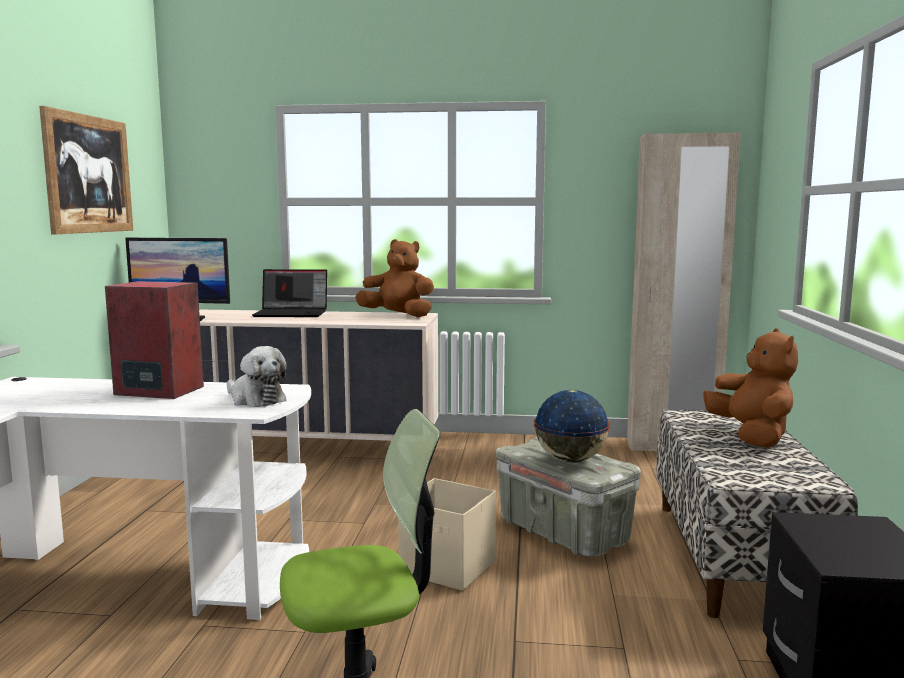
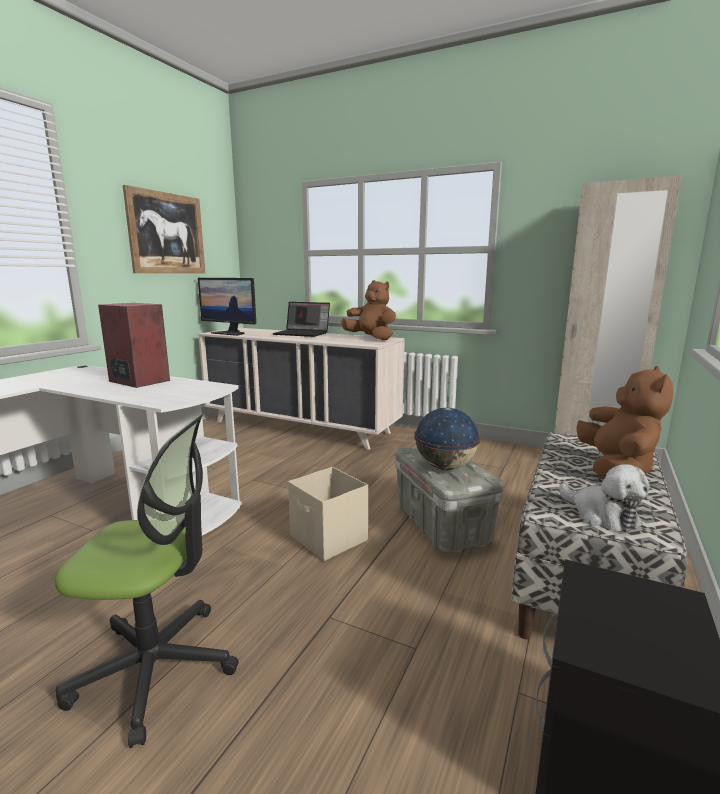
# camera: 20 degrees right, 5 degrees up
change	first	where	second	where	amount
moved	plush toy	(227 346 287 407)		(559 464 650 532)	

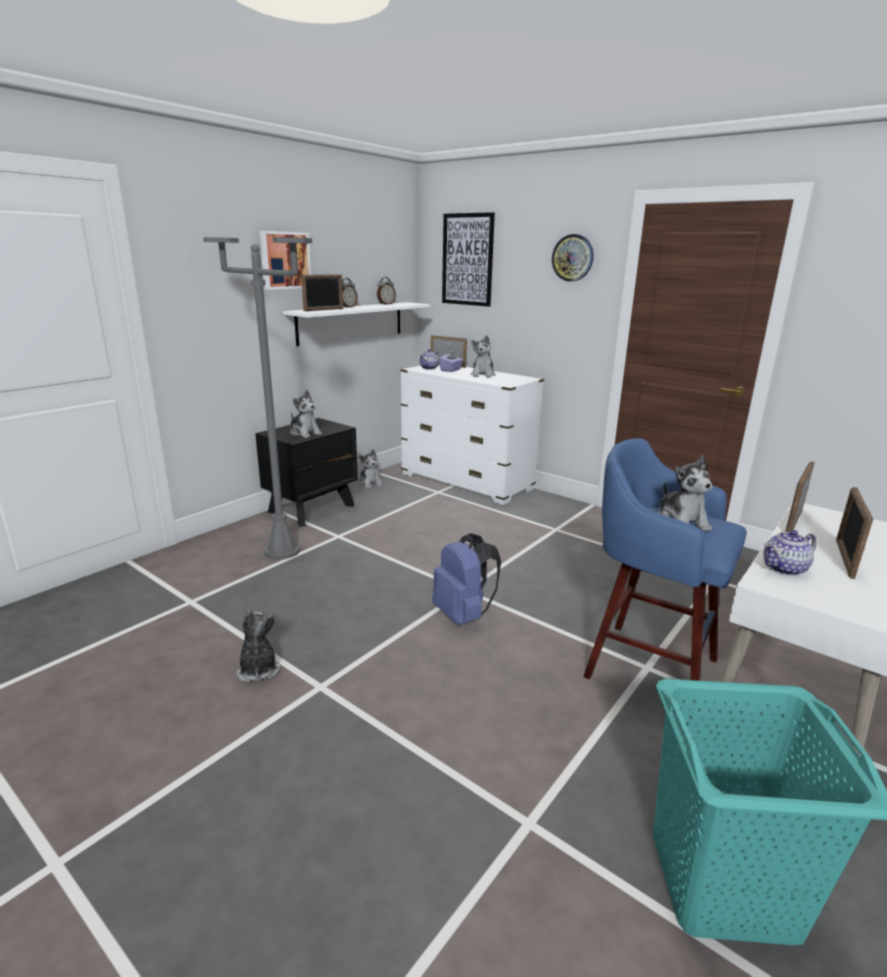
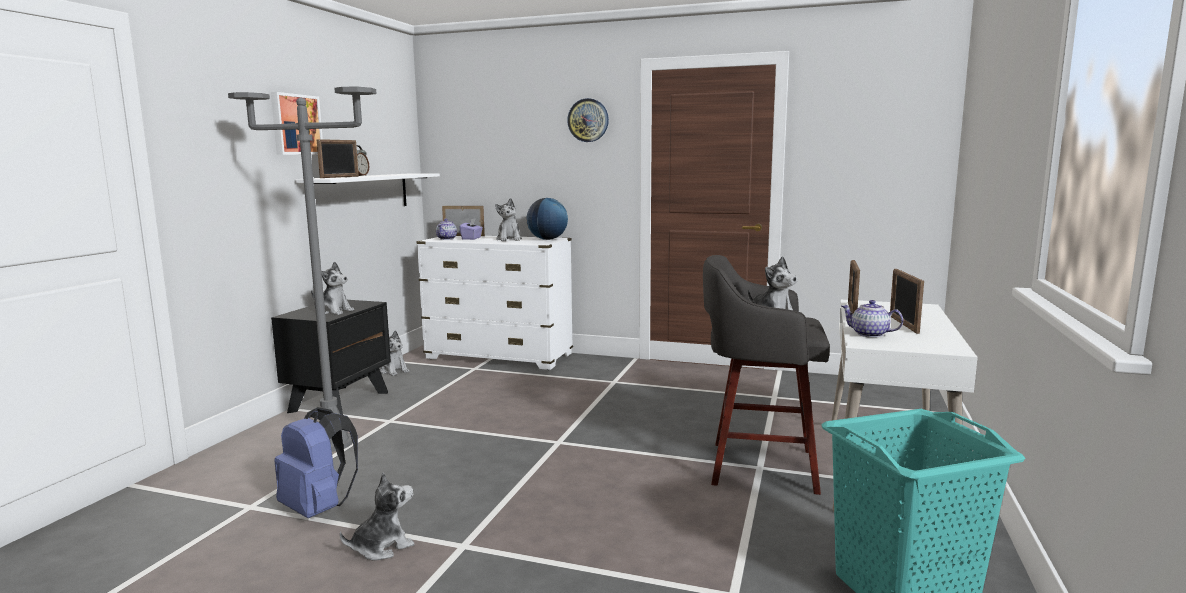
# camera: 20 degrees left, 10 degrees down
change	first	where	second	where	amount
removed	bedside clock	(377 277 396 305)			
removed	wall art	(442 212 495 307)			
added			globe	(526 198 568 240)	
moved	bluish rucksack	(432 533 501 625)		(274 407 358 518)	
recoloured	bluish sitting stool	(583 438 747 717)	greyish sitting stool	(703 255 830 495)	
turned	plush toy	(237 609 281 682)		(340 473 414 561)	90 degrees clockwise
turned	teapot	(764 530 817 576)		(841 300 903 338)	75 degrees clockwise

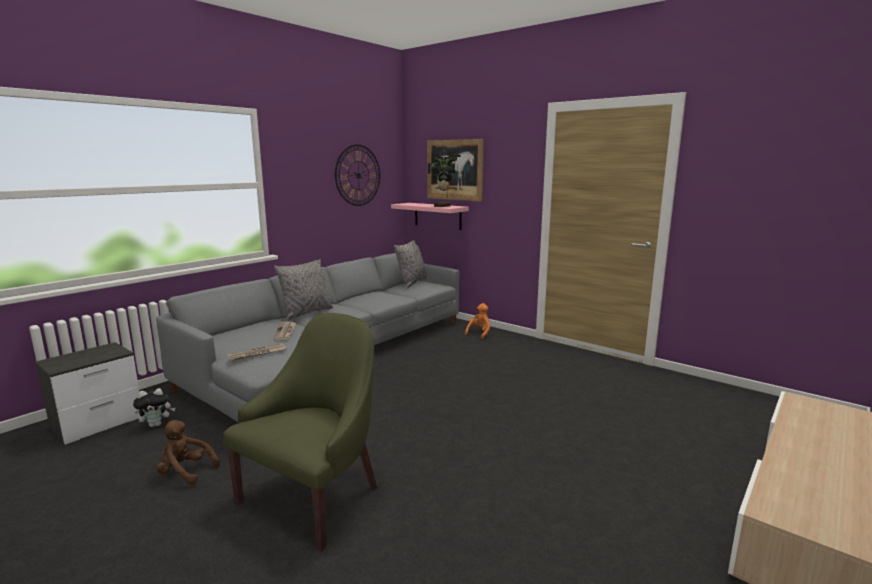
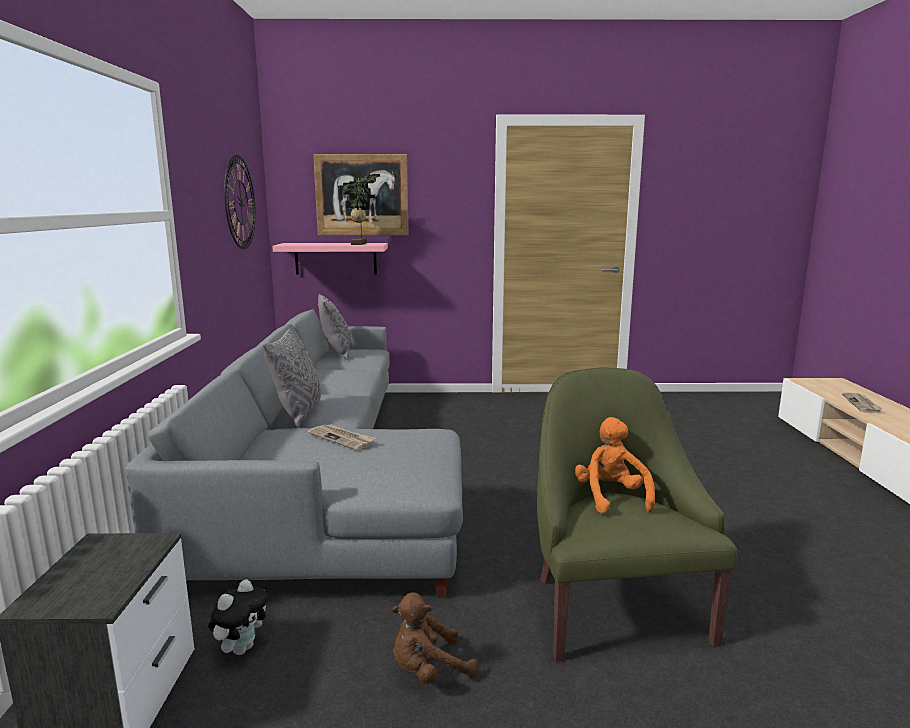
# camera: 40 degrees left, 0 degrees up
change	first	where	second	where	amount
moved	printed paper	(228 343 287 361)		(842 392 883 413)	
moved	orange-coloured plush toy	(465 303 490 339)		(575 417 655 514)	

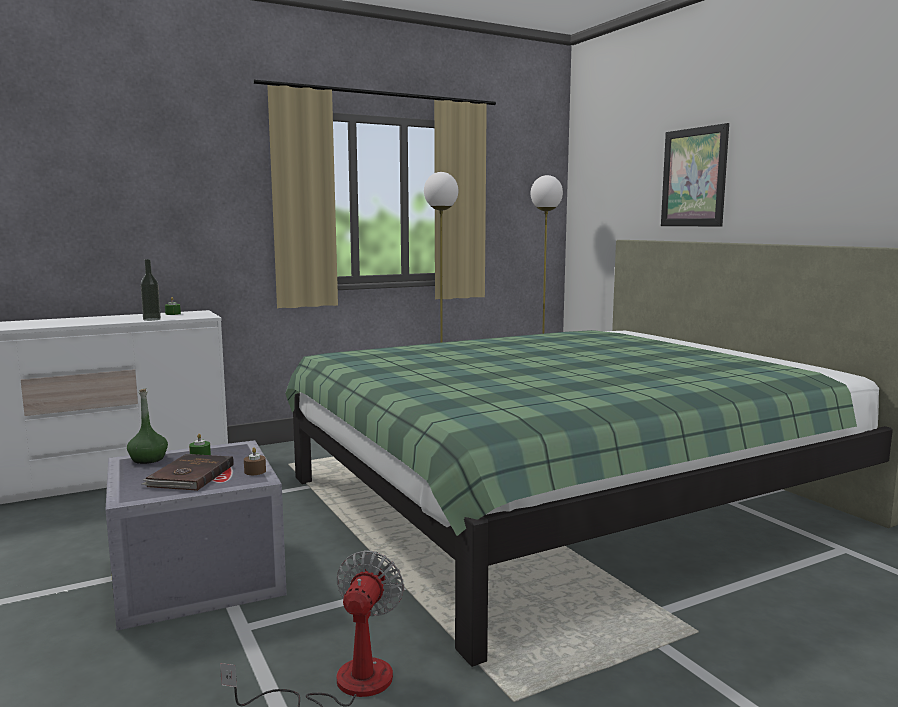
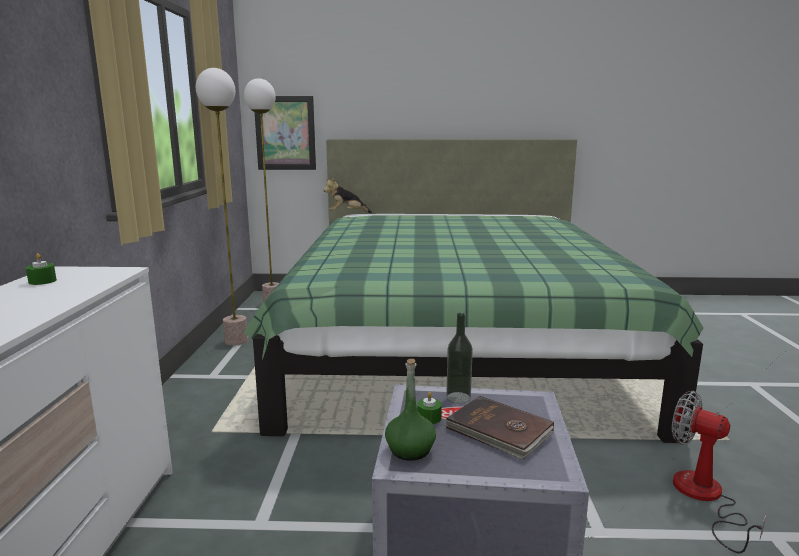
# camera: 60 degrees left, 5 degrees up
change	first	where	second	where	amount
removed	brown wax light	(244 447 266 475)			
added			plush toy	(324 178 372 213)	
moved	beverage bottle	(140 259 161 321)		(446 313 473 403)	
moved	wall art	(661 123 729 227)		(255 96 316 170)	

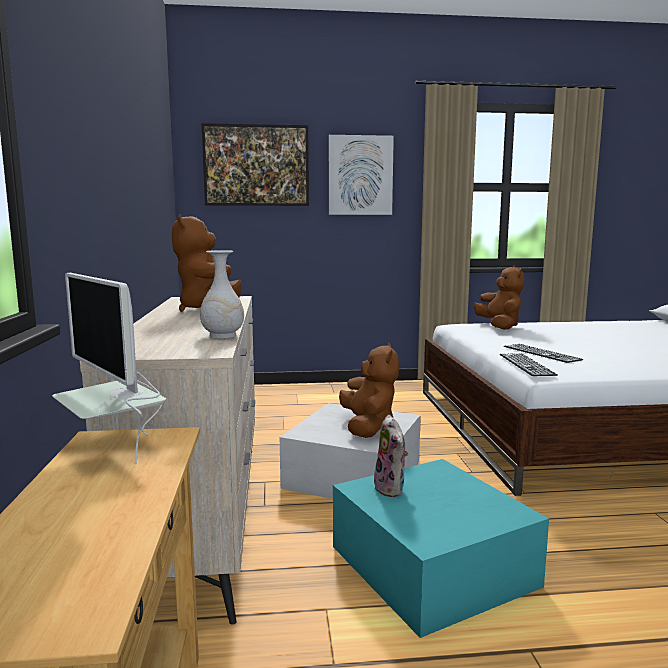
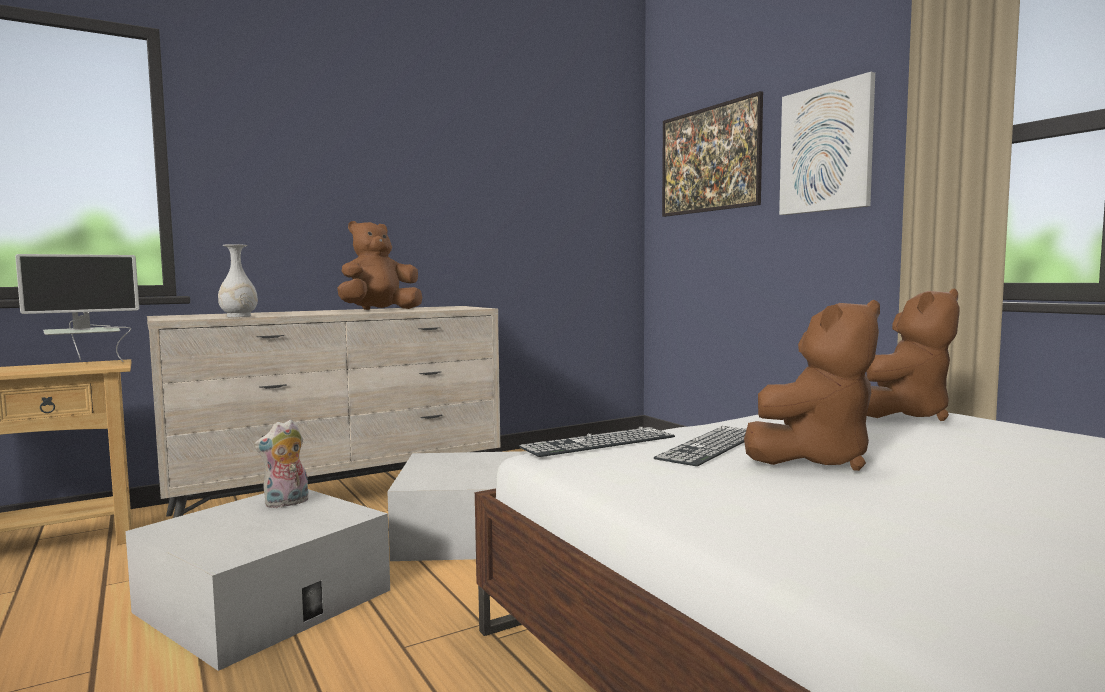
# camera: 65 degrees right, 5 degrees down
change	first	where	second	where	amount
moved	brown plush toy	(339 343 399 438)		(744 300 880 471)	
recoloured	blue-green storage bin	(333 459 549 638)	white-coloured storage bin	(125 489 390 671)	
turned	computer screen	(52 273 166 465)		(15 254 139 362)	150 degrees counterclockwise

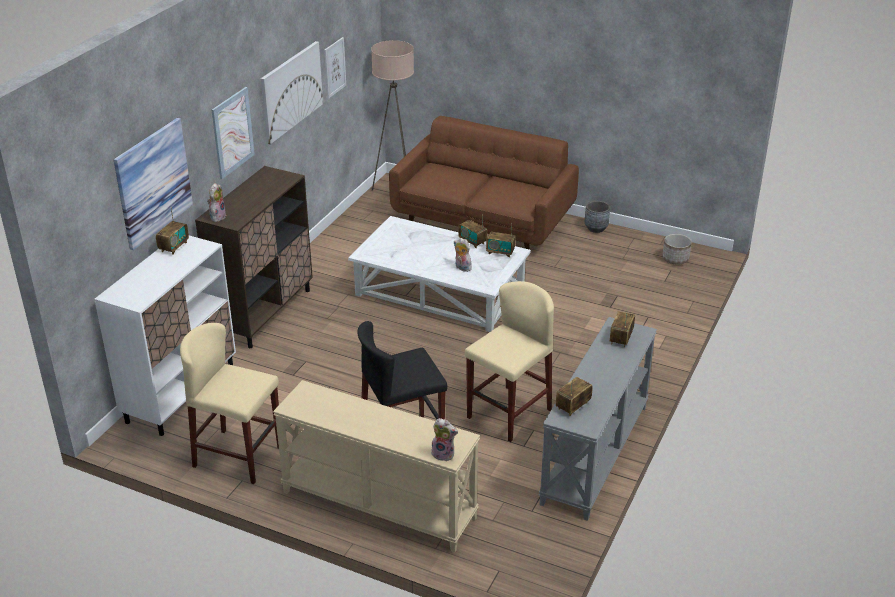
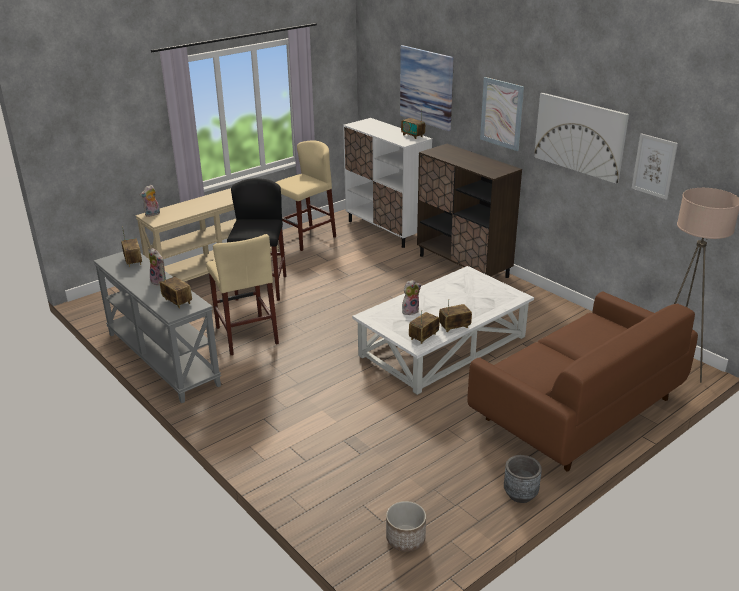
# camera: 115 degrees right, 5 degrees down
change	first	where	second	where	amount
moved	plush toy	(207 183 226 222)		(149 248 166 286)	

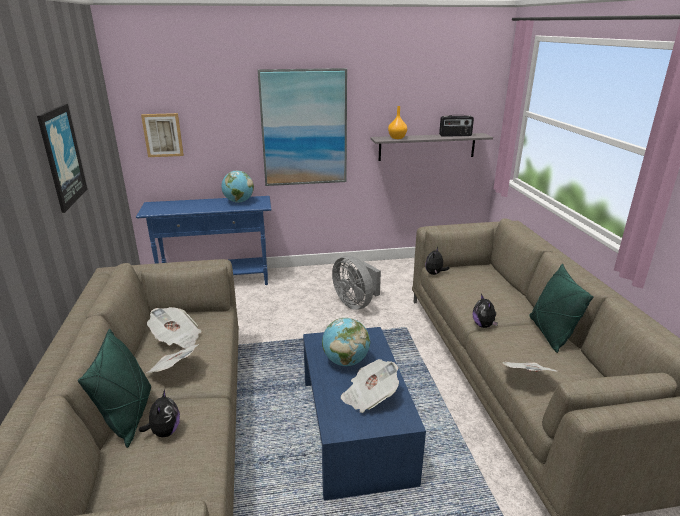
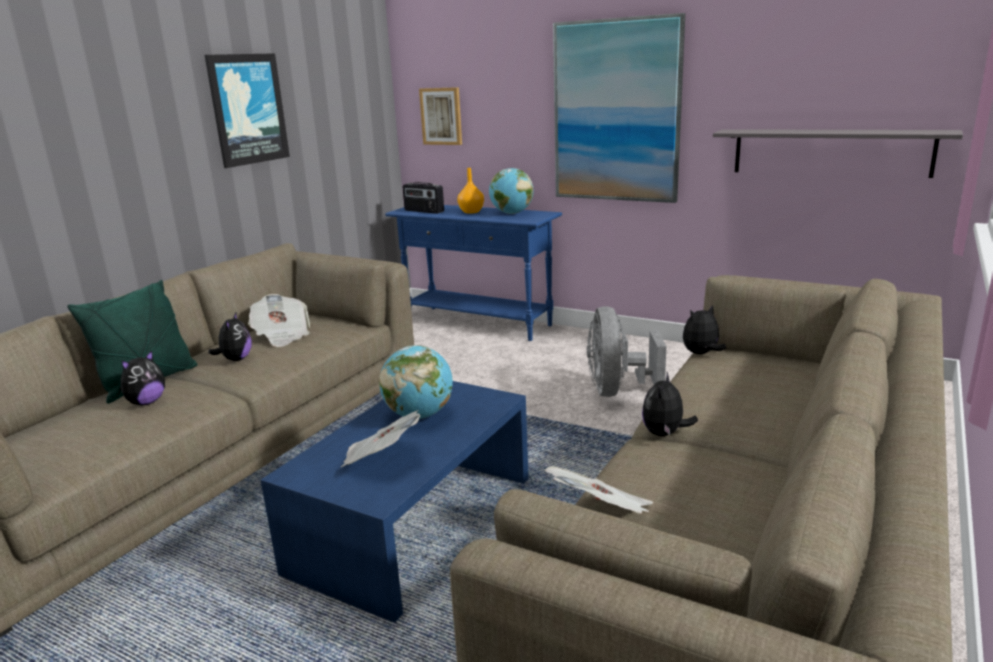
# camera: 40 degrees right, 5 degrees down
change	first	where	second	where	amount
removed	green-coloured cushion	(529 264 594 353)			
moved	orange-coloured flower vase	(388 106 407 139)		(457 168 484 214)	
moved	radio receiver	(439 115 474 137)		(403 182 444 214)	
replaced	printed paper	(146 344 199 373)	plush toy	(208 313 252 361)	

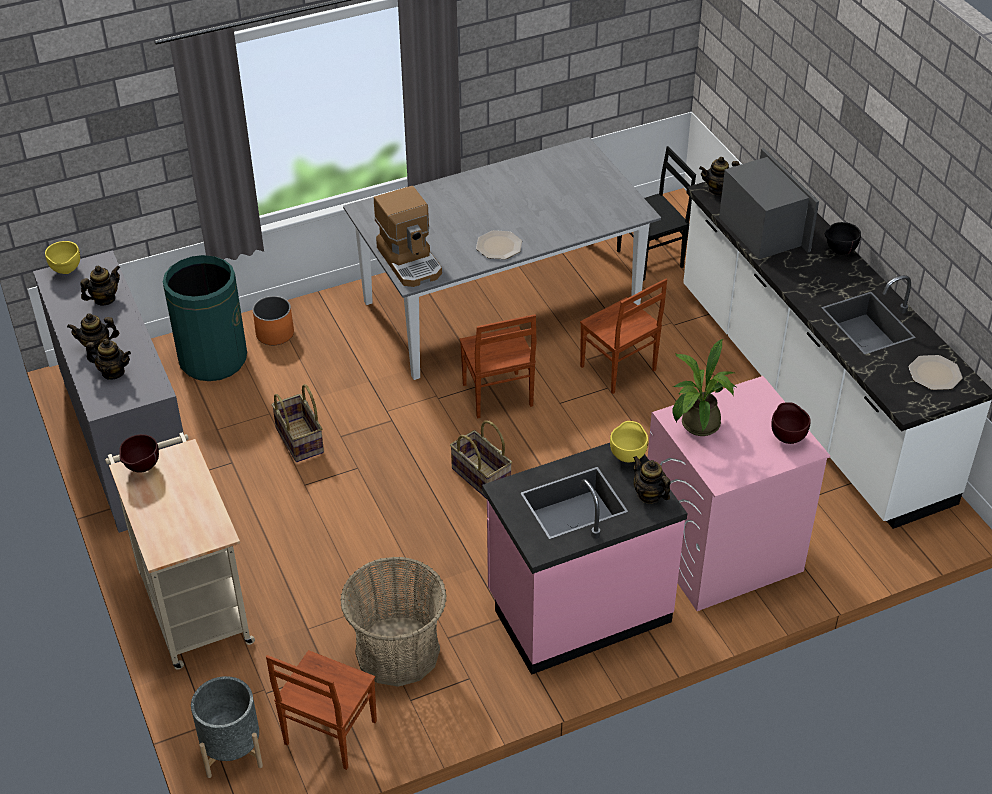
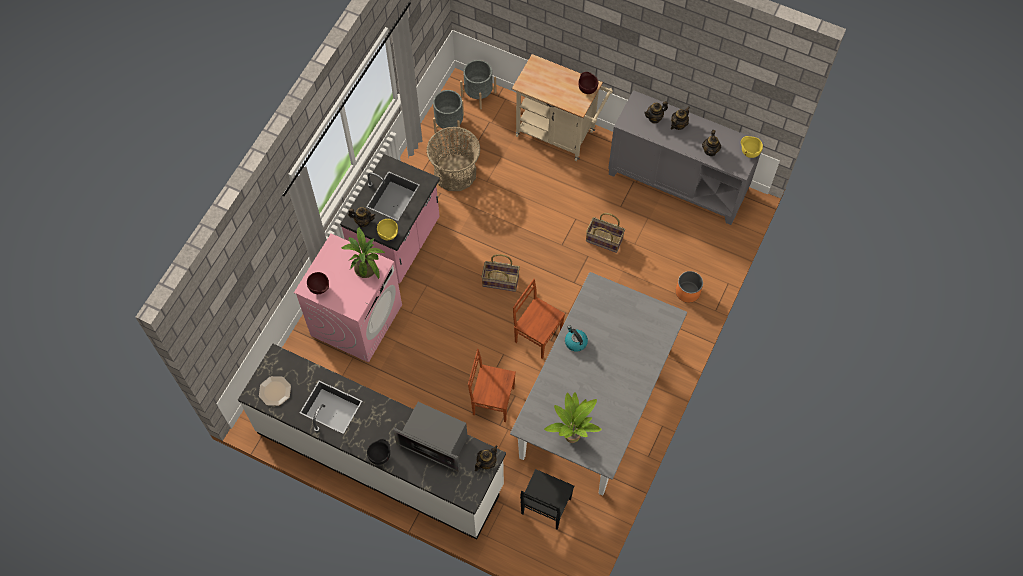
# camera: 140 degrees right, 20 degrees up
change	first	where	second	where	amount
removed	green-coloured rubbish bin	(163 255 247 381)			
removed	coffee machine	(374 186 442 287)			
added			houseplant	(544 392 602 443)	
replaced	brown chair	(266 650 377 770)	greyish flower pot	(433 90 464 133)	
replaced	flat dish	(476 230 522 259)	kettle	(565 326 588 352)	

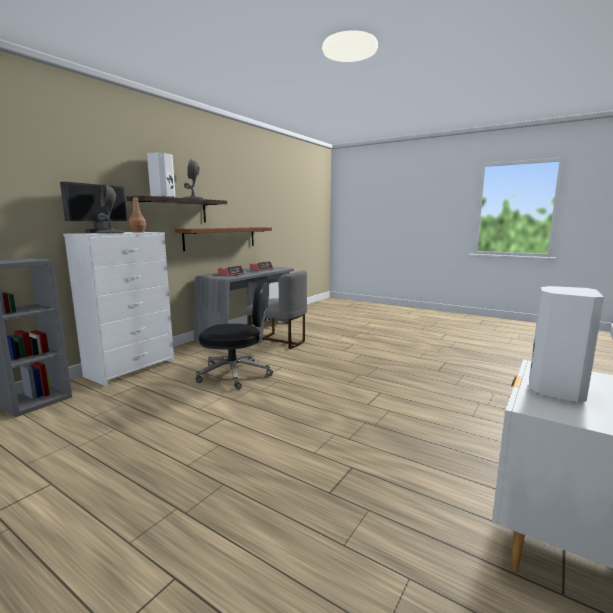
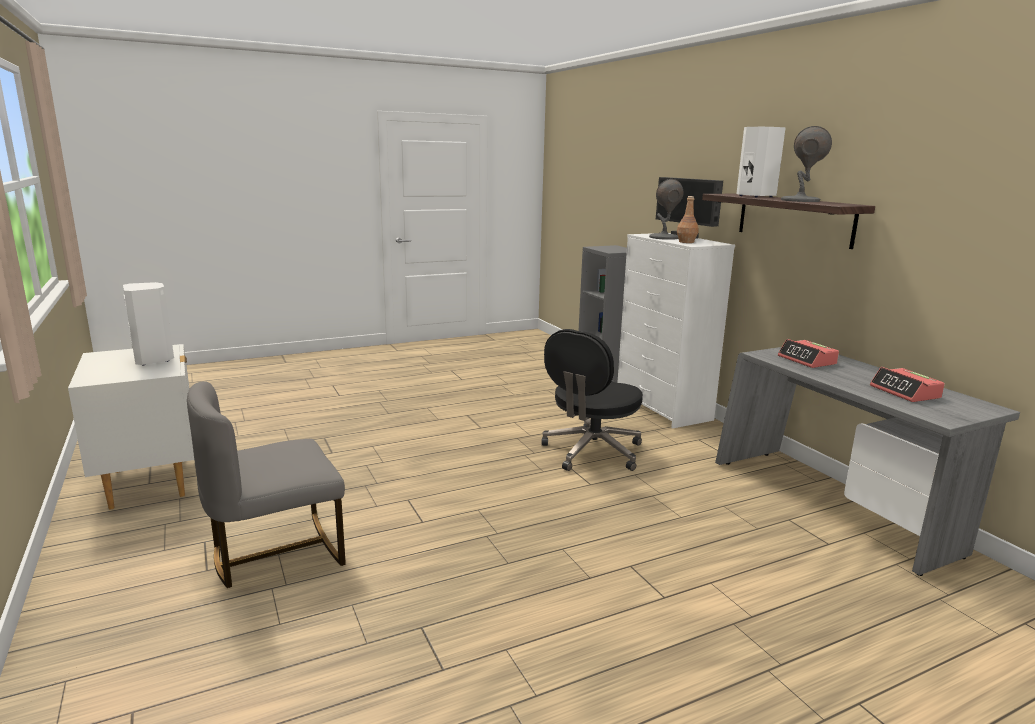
# camera: 120 degrees right, 5 degrees up
change	first	where	second	where	amount
removed	brown wall shelf	(175 227 272 251)			
moved	greyish chair	(246 270 307 349)		(187 381 345 588)	

